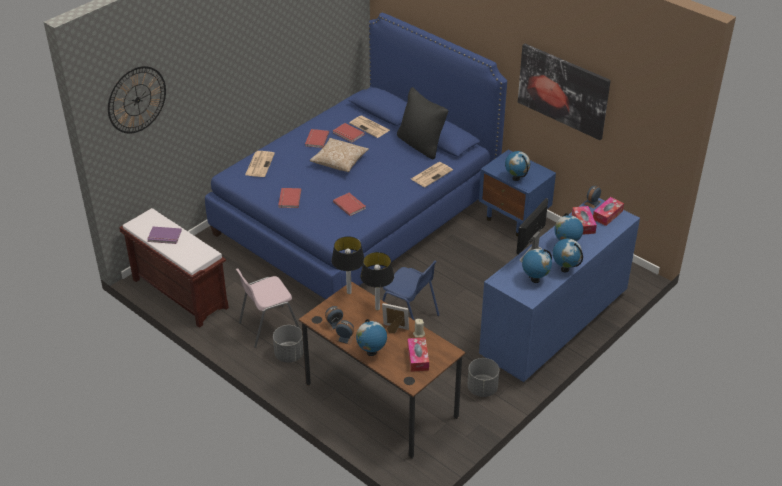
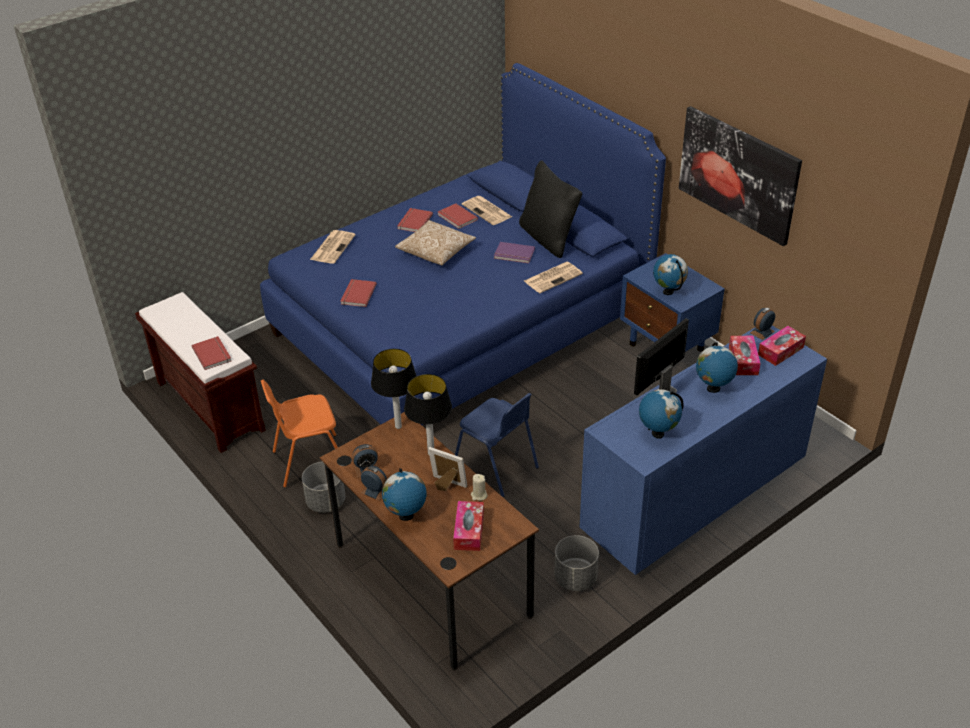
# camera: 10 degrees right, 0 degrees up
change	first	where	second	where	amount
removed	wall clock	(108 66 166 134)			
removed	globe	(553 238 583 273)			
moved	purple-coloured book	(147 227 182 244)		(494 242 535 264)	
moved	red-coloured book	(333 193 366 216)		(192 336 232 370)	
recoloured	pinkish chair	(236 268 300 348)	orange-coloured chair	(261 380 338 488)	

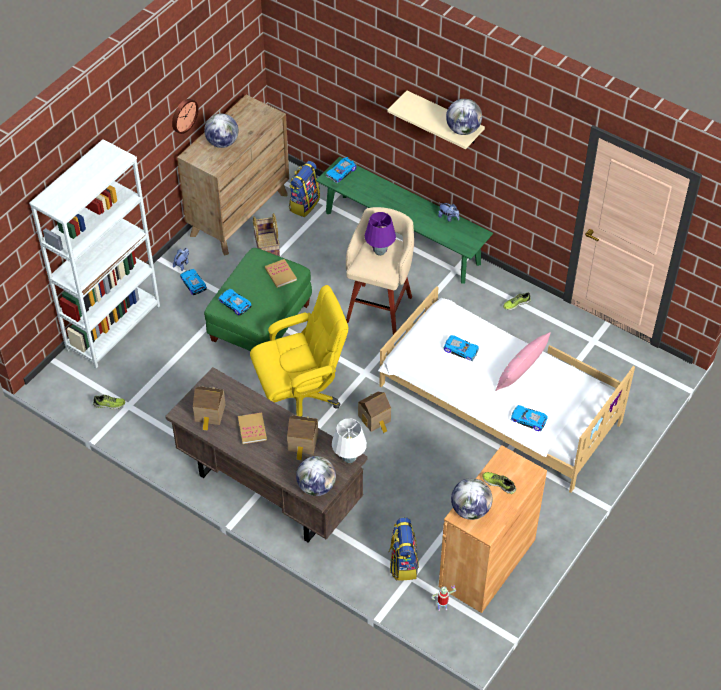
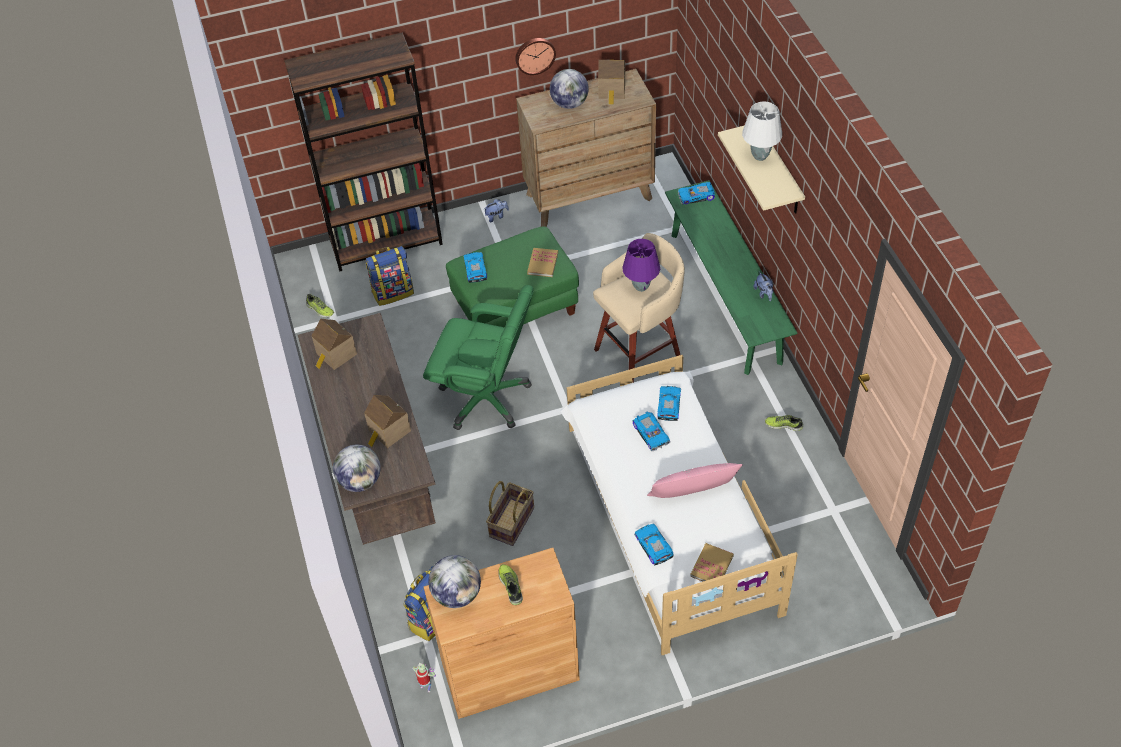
# camera: 40 degrees right, 0 degrees up
change	first	where	second	where	amount
removed	globe	(446 99 482 135)			
moved	model car	(180 269 207 295)		(657 386 681 421)	
moved	book	(238 413 267 444)		(690 543 734 581)	
moved	household basket	(253 213 280 257)		(486 481 534 546)	
moved	rucksack	(289 161 320 217)		(366 246 414 306)	
moved	white-coloured lamp for a table	(332 418 367 463)		(742 102 782 161)	
moved	model house	(358 392 391 433)		(598 60 625 105)	
recoloured	white-coloured bookshelf	(29 139 160 368)	brown bookshelf	(284 32 443 272)	
recoloured	yellowish office chair	(250 285 348 417)	green-coloured office chair	(423 285 534 430)	

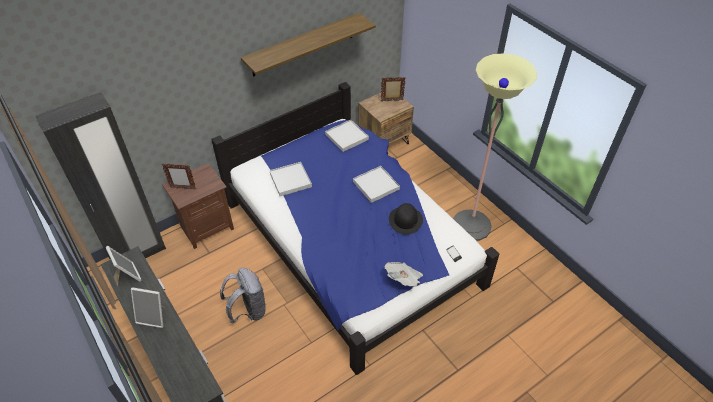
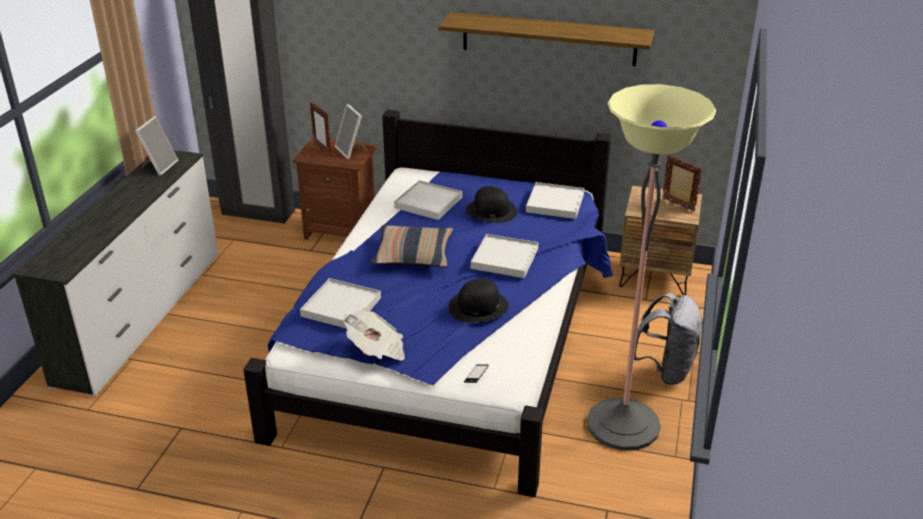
# camera: 50 degrees right, 15 degrees down
change	first	where	second	where	amount
added			white-coloured tray	(300 278 381 329)	
added			cushion	(371 225 453 267)	
added			blackish hat	(466 186 517 223)	
moved	picture frame	(131 287 163 328)		(335 104 367 159)	
moved	greyish rucksack	(220 268 266 324)		(634 293 703 385)	

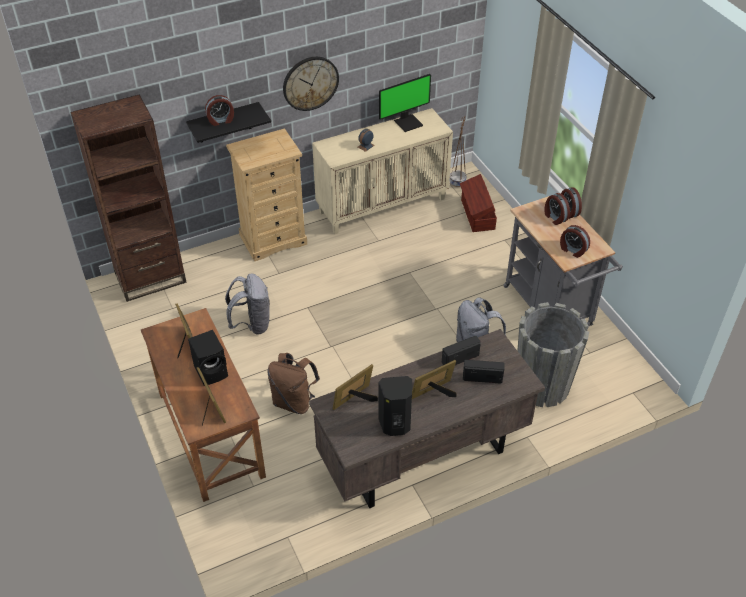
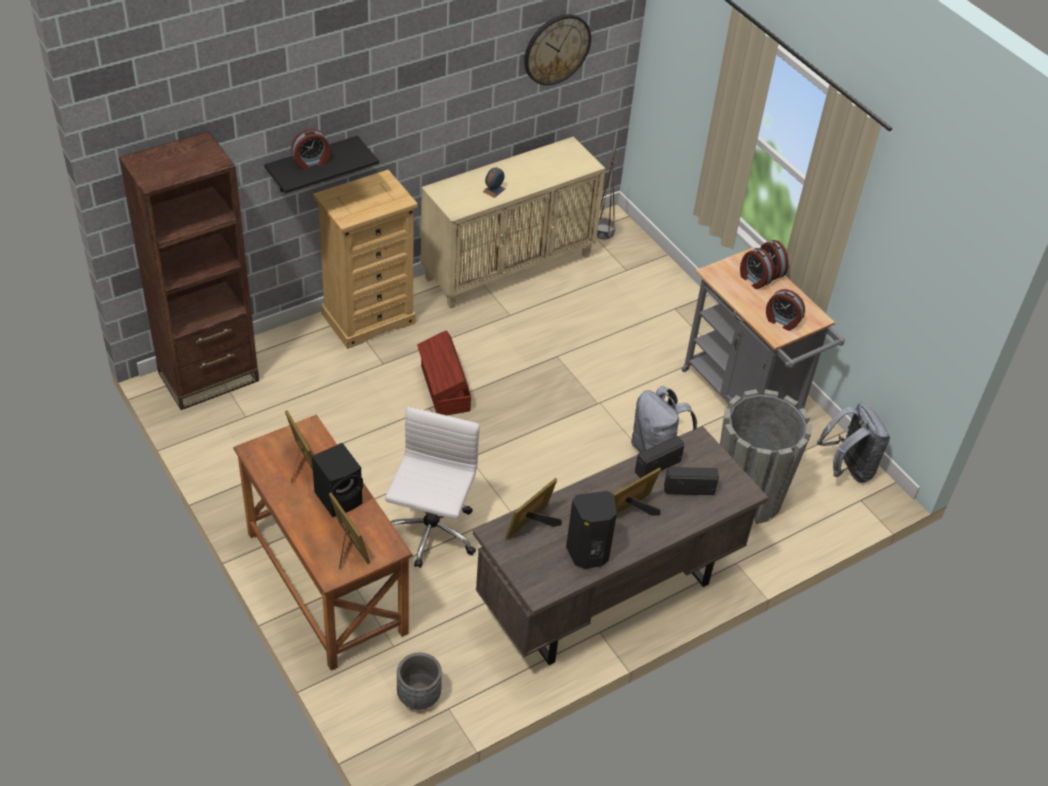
# camera: 10 degrees left, 0 degrees up
change	first	where	second	where	amount
removed	computer screen	(379 74 431 132)			
added			greyish flower pot	(397 653 442 710)	
moved	greyish rucksack	(225 273 270 335)		(817 402 890 483)	
moved	wall clock	(283 57 339 111)		(524 14 591 85)	
moved	brown storage bin	(460 174 497 232)		(417 330 471 415)	
replaced	brown rucksack	(267 353 320 414)	white-coloured office chair	(385 407 480 568)	

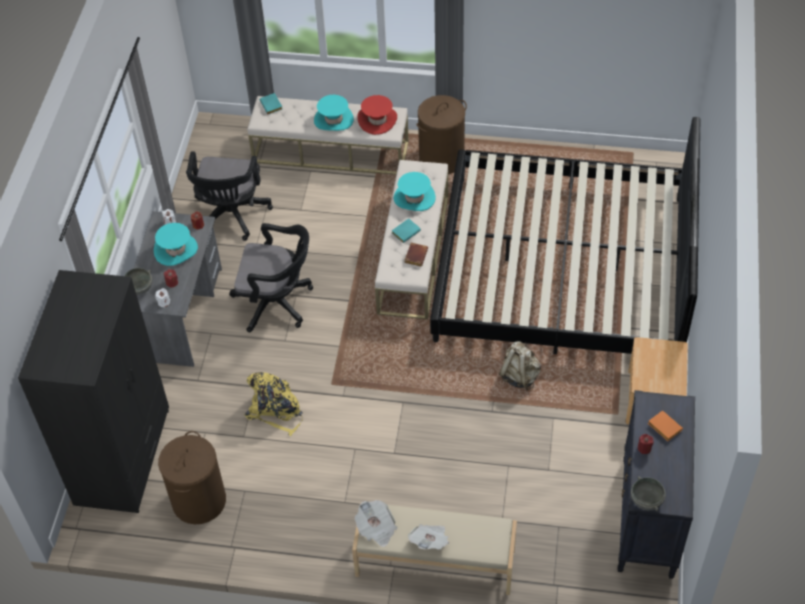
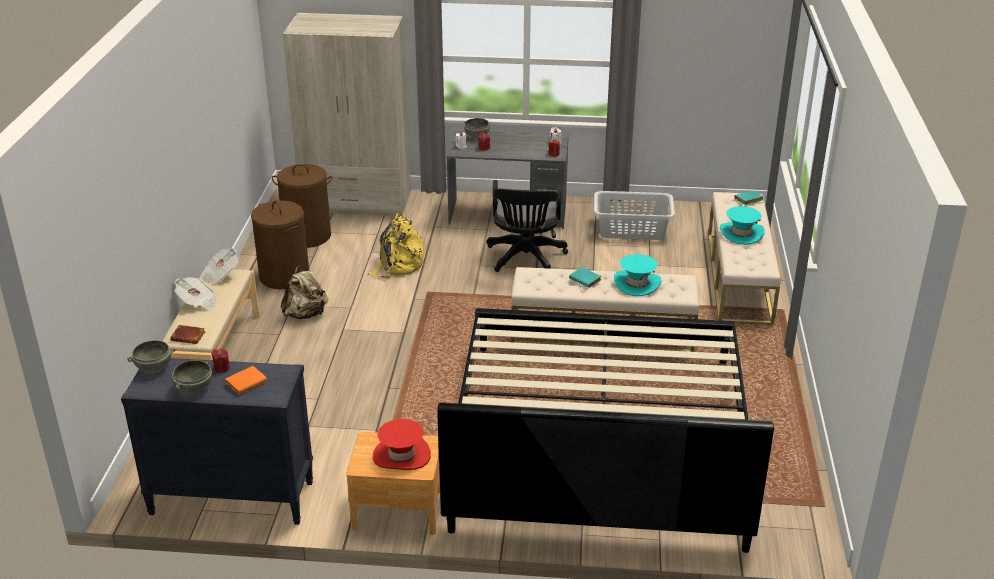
# camera: 85 degrees right, 20 degrees down
change	first	where	second	where	amount
removed	blue-green hat	(154 223 198 266)			
added			greyish bowl	(172 360 212 395)	
moved	red-coloured hat	(357 95 397 135)		(373 419 431 470)	
moved	brown book	(404 243 428 266)		(170 325 205 344)	
moved	brown laundry basket	(416 95 467 174)		(251 201 309 289)	
moved	beige rucksack	(499 341 541 390)		(281 266 328 319)	
replaced	blackish office chair	(186 151 273 241)	greyish laundry basket	(593 191 675 240)	
recoloured	blackish clothes cupboard	(18 270 169 513)	beige clothes cupboard	(283 13 411 216)	

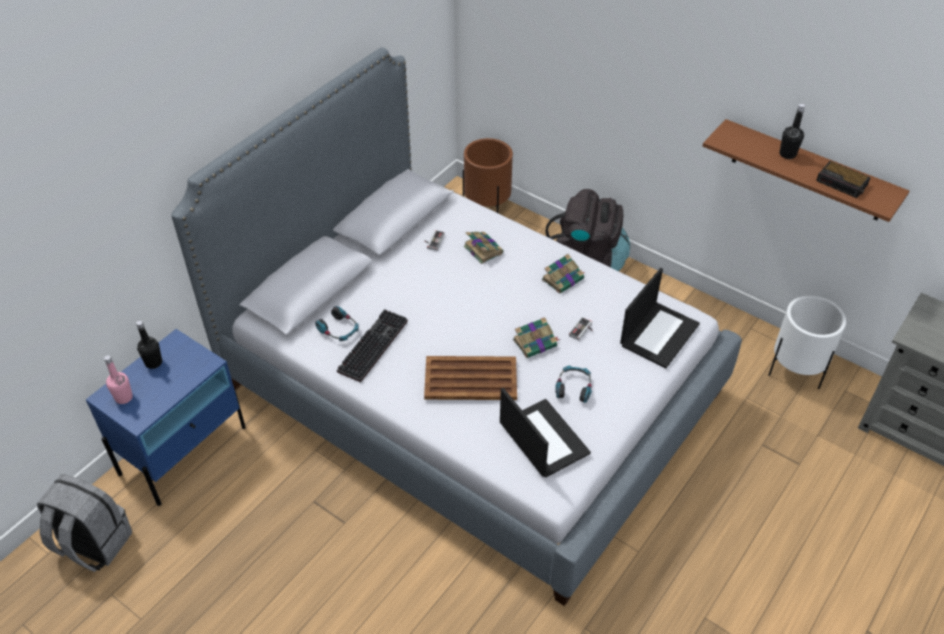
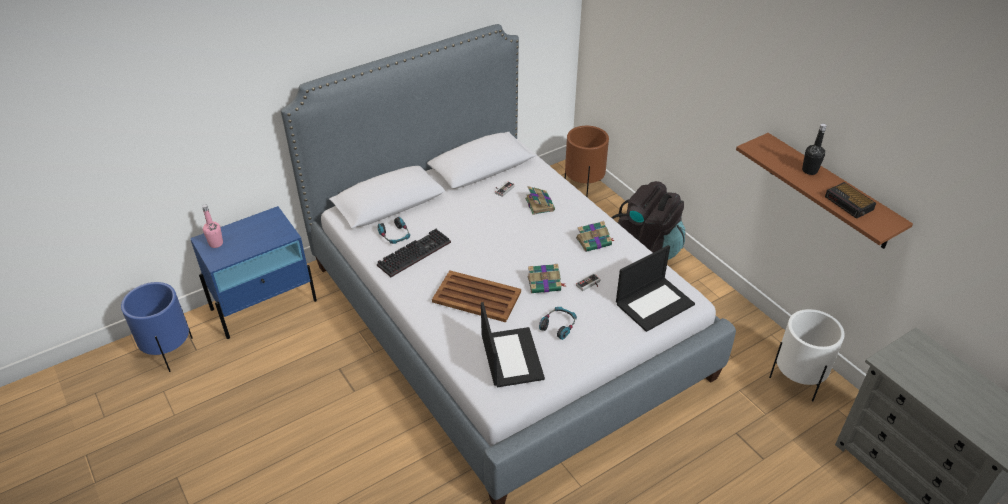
# camera: 20 degrees right, 5 degrees down
change	first	where	second	where	amount
removed	blackish beverage bottle	(136 320 162 369)			
replaced	greyish rucksack	(37 475 132 572)	bluish flower pot	(121 282 193 372)	

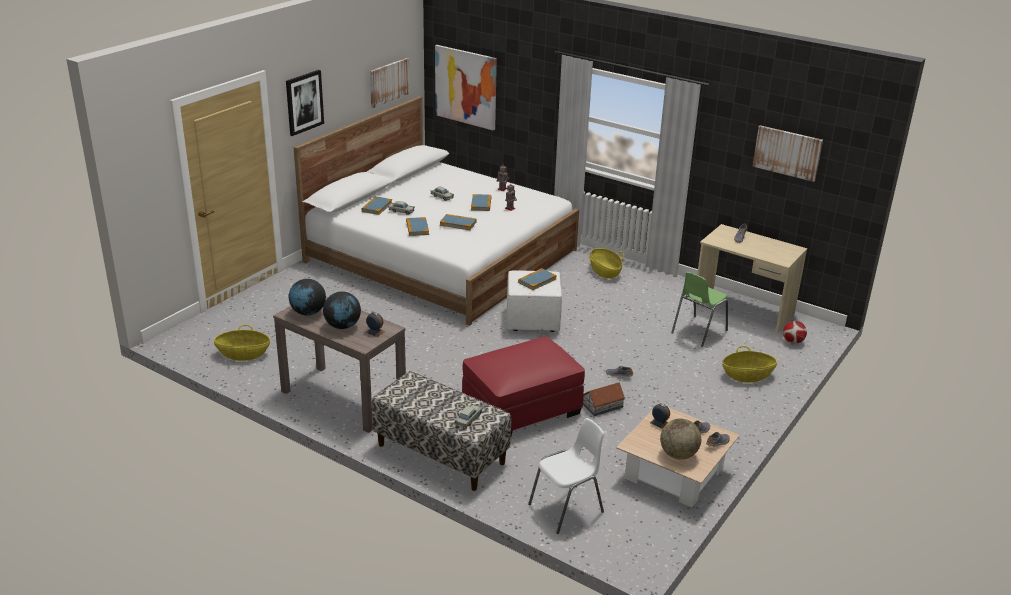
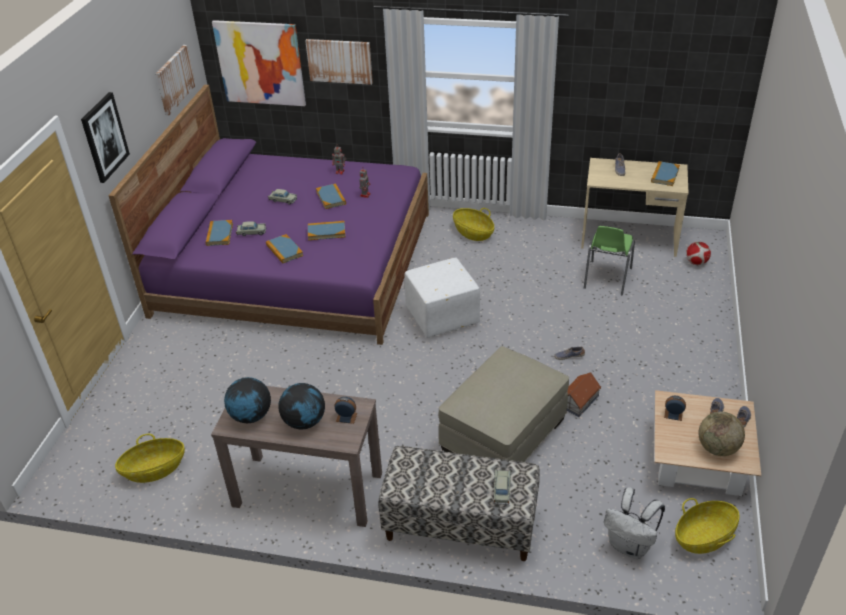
# camera: 20 degrees left, 10 degrees up
change	first	where	second	where	amount
moved	book	(518 268 557 290)		(651 161 680 186)	
moved	household basket	(722 346 777 383)		(675 498 739 554)	
moved	wall art	(752 125 823 182)		(305 39 373 85)	
replaced	white-coloured chair	(528 418 604 534)	white-coloured rucksack	(604 487 665 559)	
recoloured	white-coloured bed	(294 96 579 326)	purple-coloured bed	(108 85 429 345)	
recoloured	red-coloured pouffe	(462 336 585 436)	beige pouffe	(439 346 569 462)	

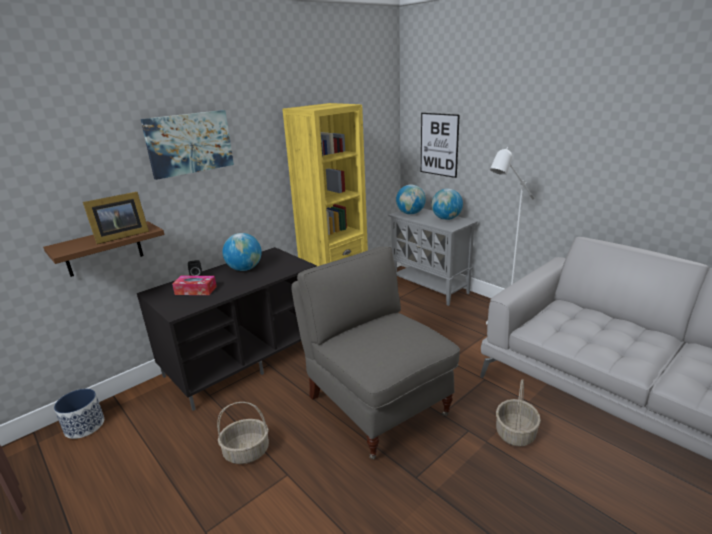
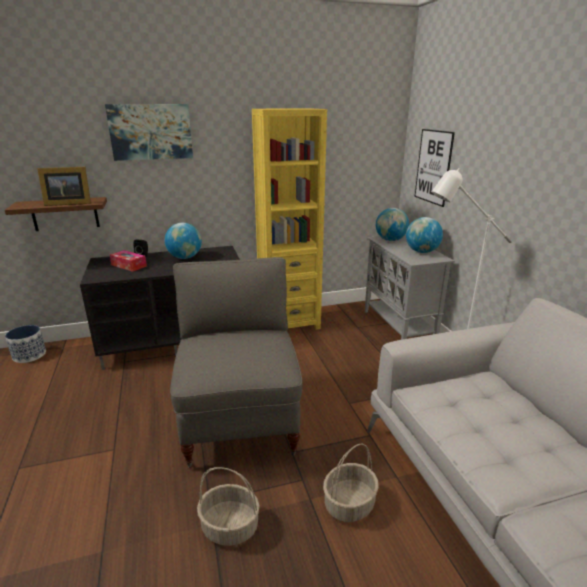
# camera: 25 degrees right, 0 degrees up
change	first	where	second	where	amount
moved	household basket	(217 402 269 464)		(197 467 260 546)	

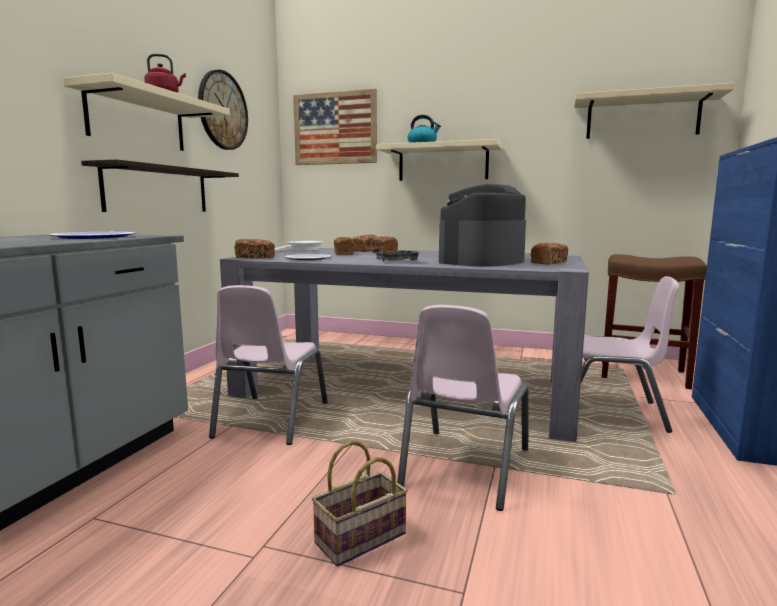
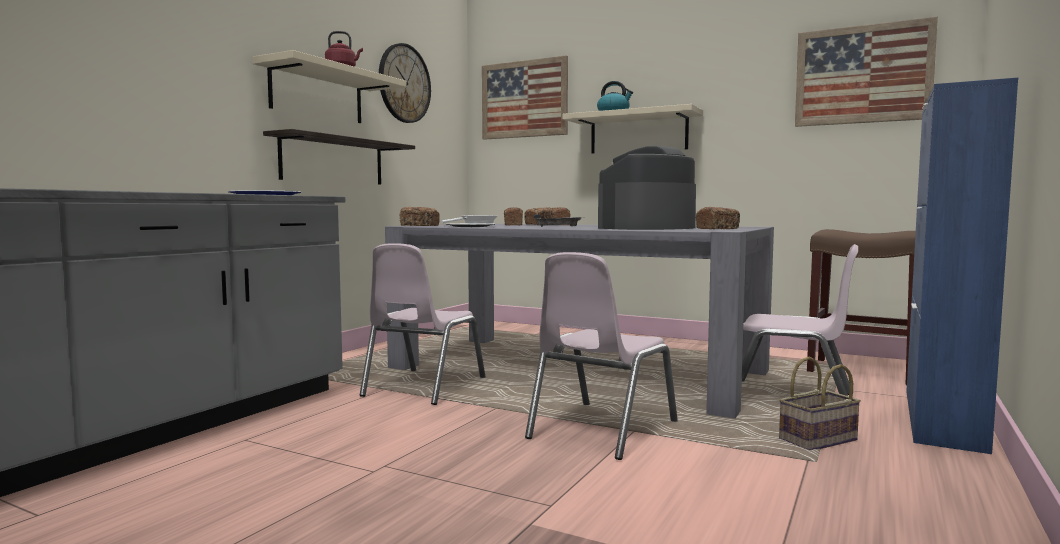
# camera: 10 degrees right, 5 degrees down
change	first	where	second	where	amount
moved	household basket	(312 441 408 567)		(779 357 861 450)	
replaced	beige wall shelf	(574 83 735 139)	wall art	(795 16 938 127)	

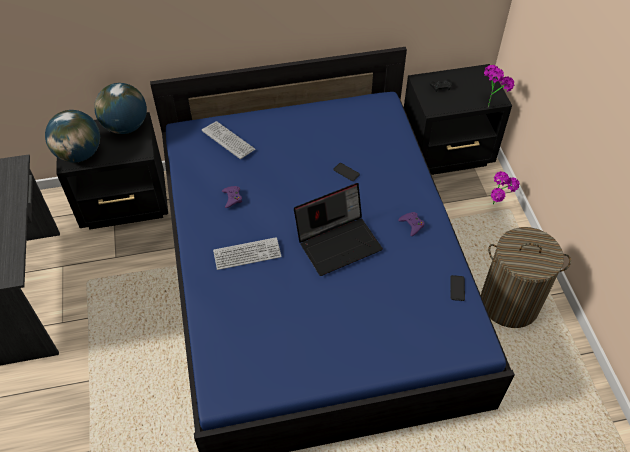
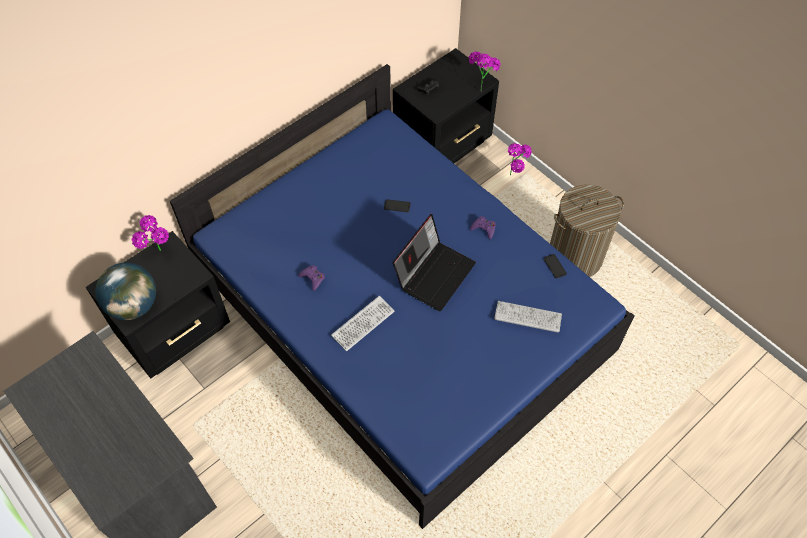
# camera: 30 degrees left, 5 degrees up
change	first	where	second	where	amount
moved	keyboard	(202 121 256 159)		(494 301 562 332)	
replaced	globe	(94 83 147 134)	houseplant	(132 215 169 251)	

